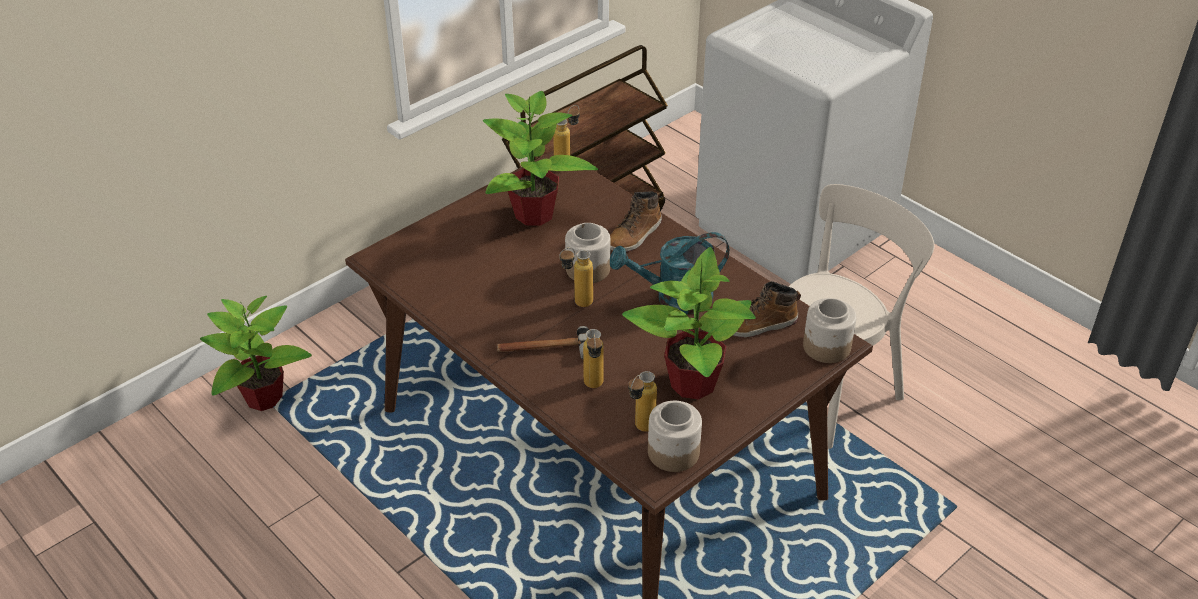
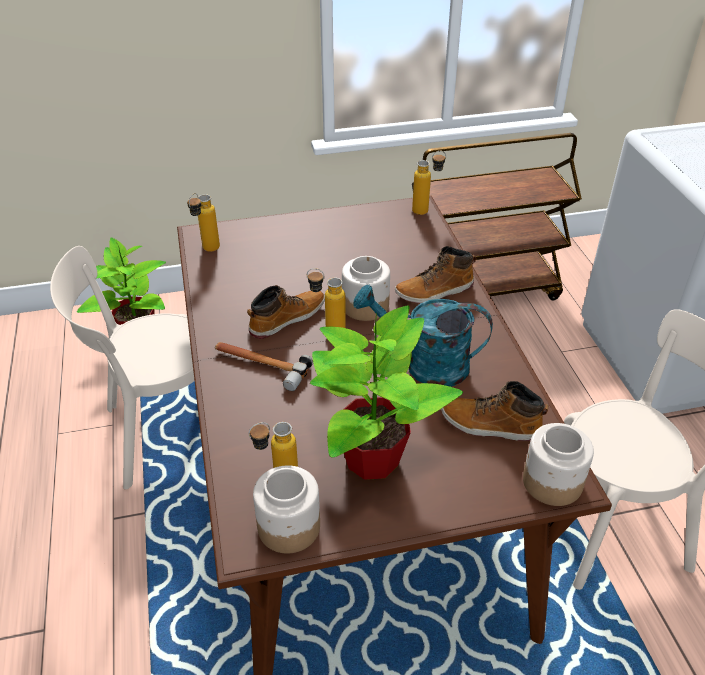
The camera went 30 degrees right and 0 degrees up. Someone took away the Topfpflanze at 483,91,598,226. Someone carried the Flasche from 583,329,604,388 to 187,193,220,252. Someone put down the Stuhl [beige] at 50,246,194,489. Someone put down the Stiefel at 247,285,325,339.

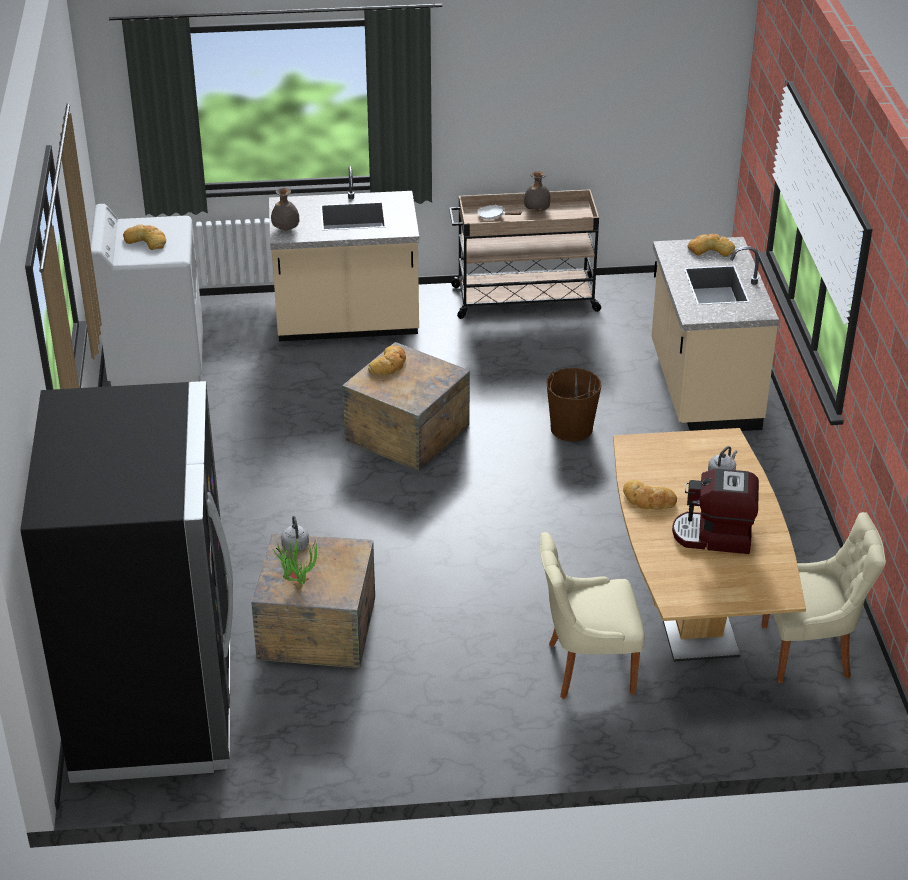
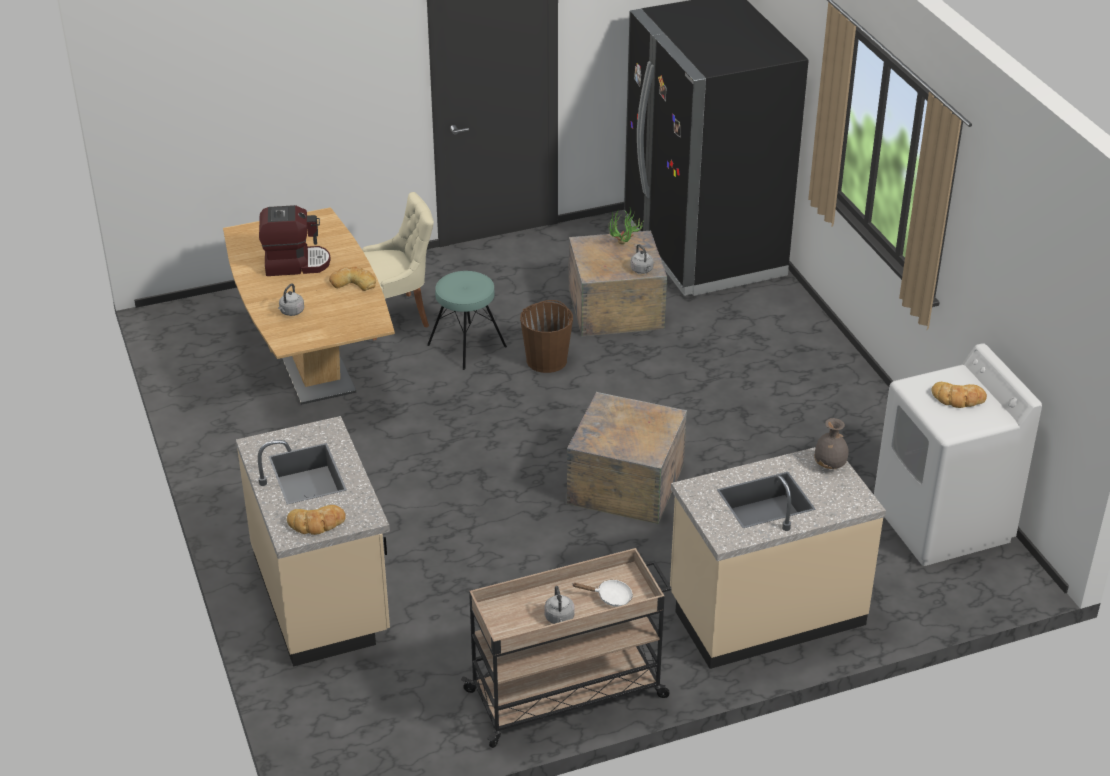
The camera went 165 degrees right and 0 degrees up. Someone swapped the Vase [grau] at 524,171,550,212 for the Wasserkessel [grau] at 544,586,575,624. Someone took away the Brot at 368,345,406,375. Someone carried the Eimer [braun] from 546,368,602,441 to 520,300,573,373. Someone took away the Stuhl [beige] at 761,512,886,683. Someone put down the Hocker [türkis] at 427,271,507,370.

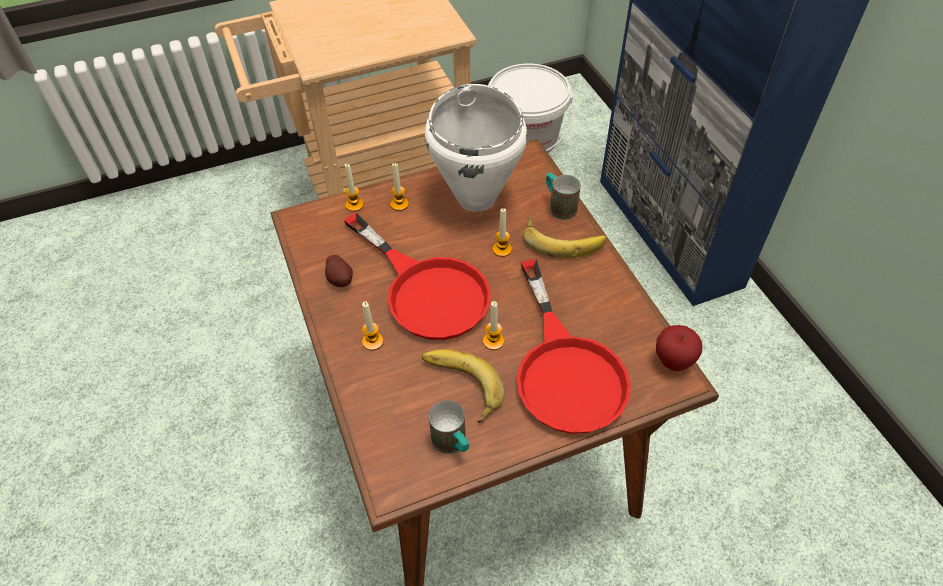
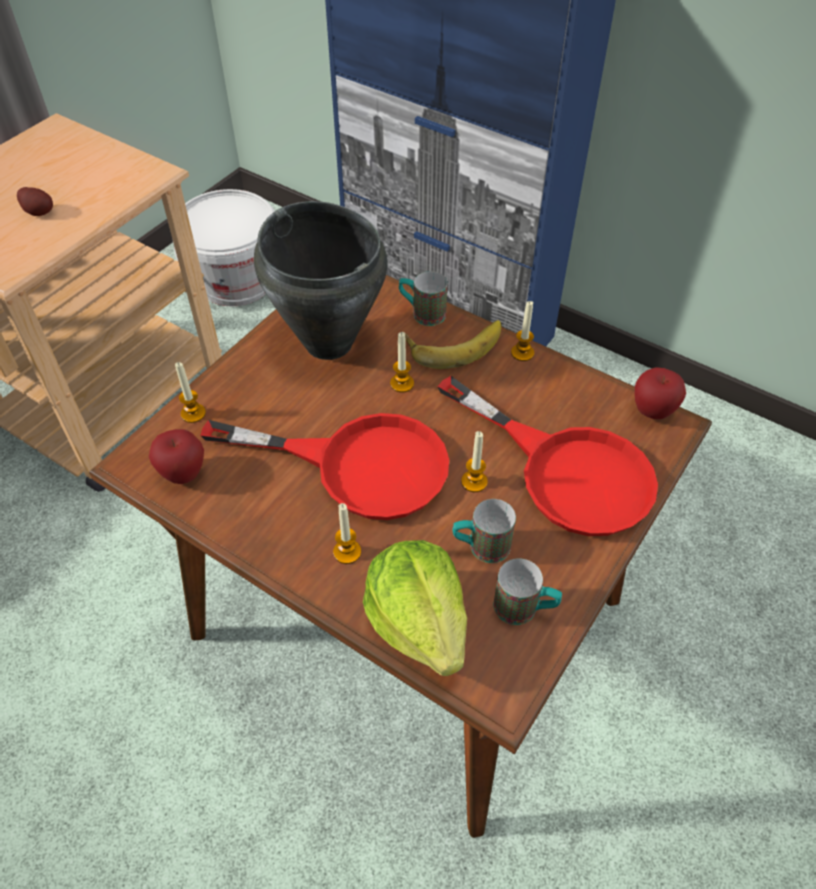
The camera went 35 degrees left and 0 degrees up. Someone repainted the Kochtopf [weiß] at 425,84,527,212, which became the Kochtopf [schwarz] at 254,201,388,360. Someone carried the Kerze from 390,163,409,211 to 511,301,534,361. Someone carried the Kartoffel from 325,255,353,287 to 17,187,53,216. Someone swapped the Banane at 422,349,505,423 for the Henkelbecher at 453,499,516,563. Someone put down the Apfel at 149,429,204,484. Someone put down the Salatkopf at 363,540,467,676.

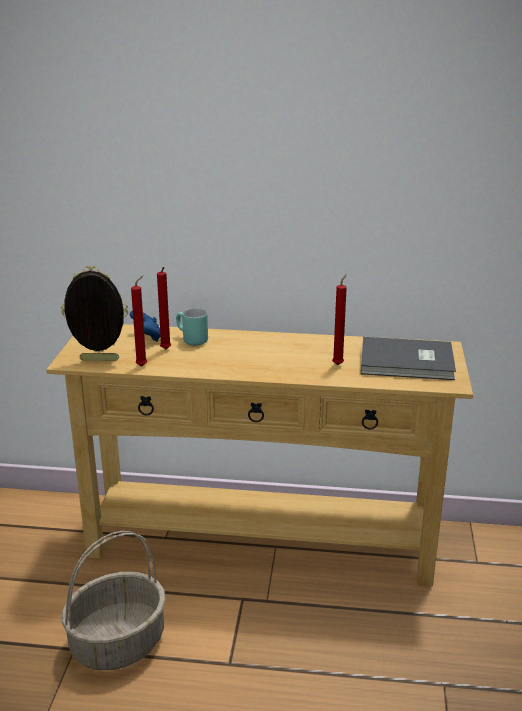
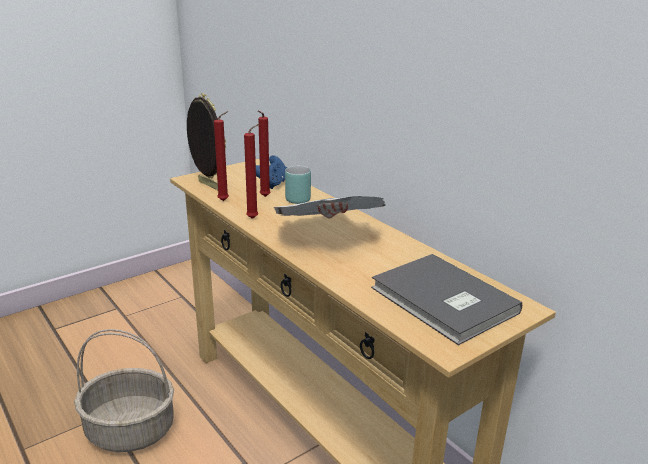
The camera went 45 degrees right and 0 degrees up. Someone carried the Kerze [rot] from 332,274,347,365 to 244,123,260,219. Someone put down the Zeitung at 273,196,386,219.

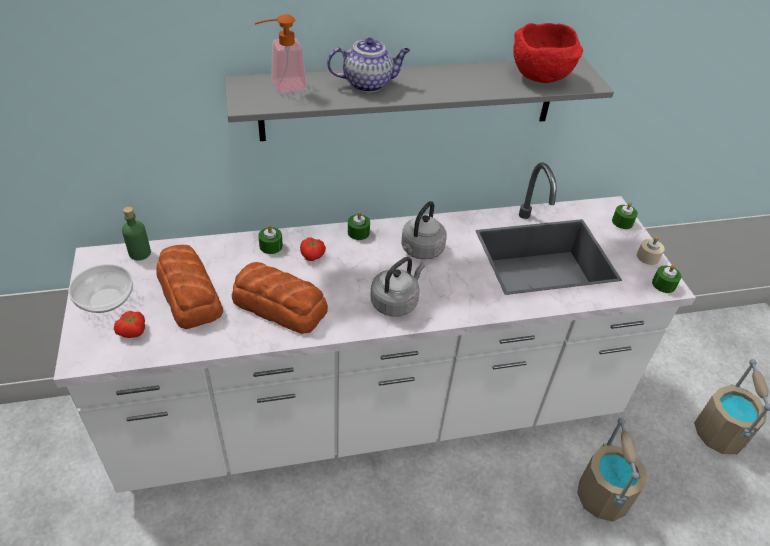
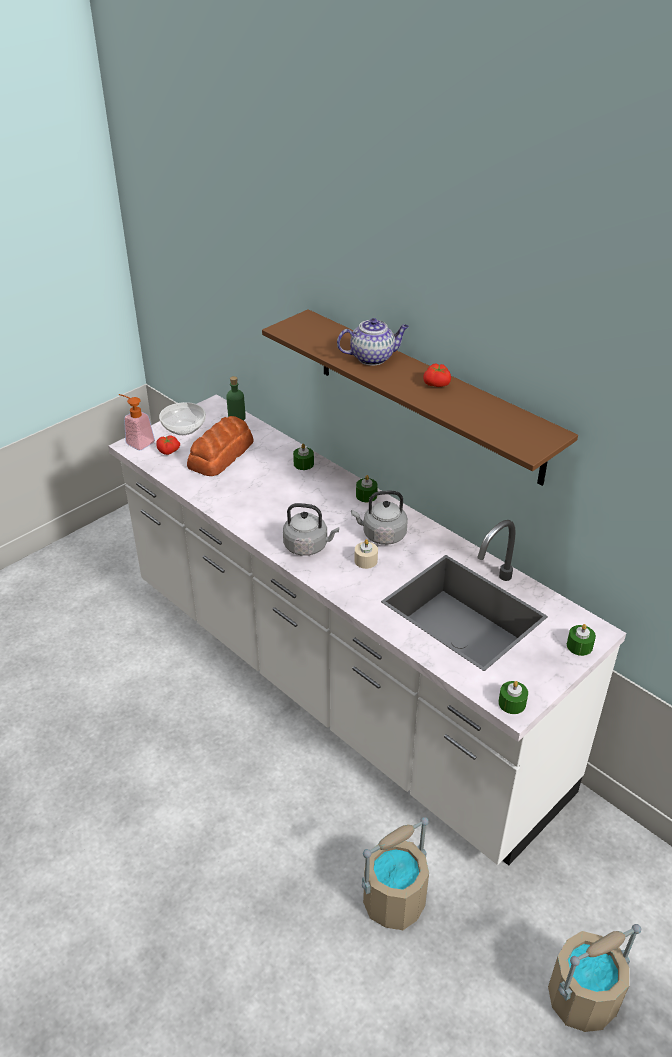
The camera went 60 degrees right and 5 degrees down. Someone carried the Seifenspender from 254,14,307,94 to 119,394,155,450. Someone took away the Schüssel [rot] at 513,23,583,83. Someone rotated the Teekanne at 327,38,410,92 by 60 degrees counterclockwise. Someone repainted the Wandregal [grau] at 224,57,614,141, which became the Wandregal [braun] at 262,309,578,486. Someone carried the Tomate from 300,237,326,261 to 423,363,451,387. Someone carried the Kerze [beige] from 637,237,665,265 to 354,539,378,569. Someone took away the Brot at 232,262,328,334.

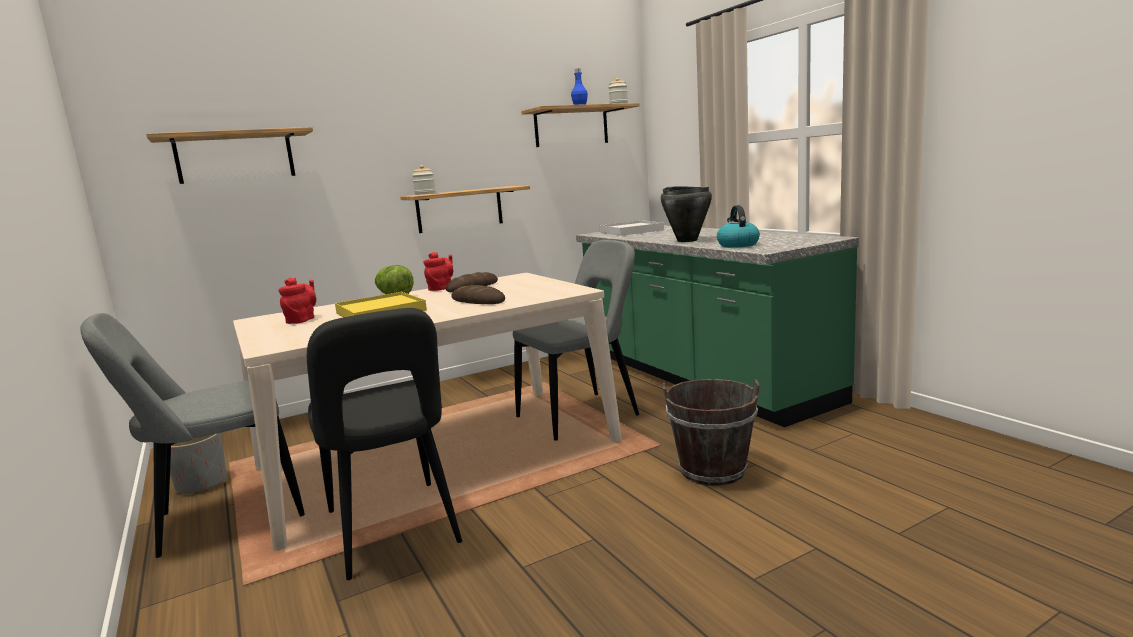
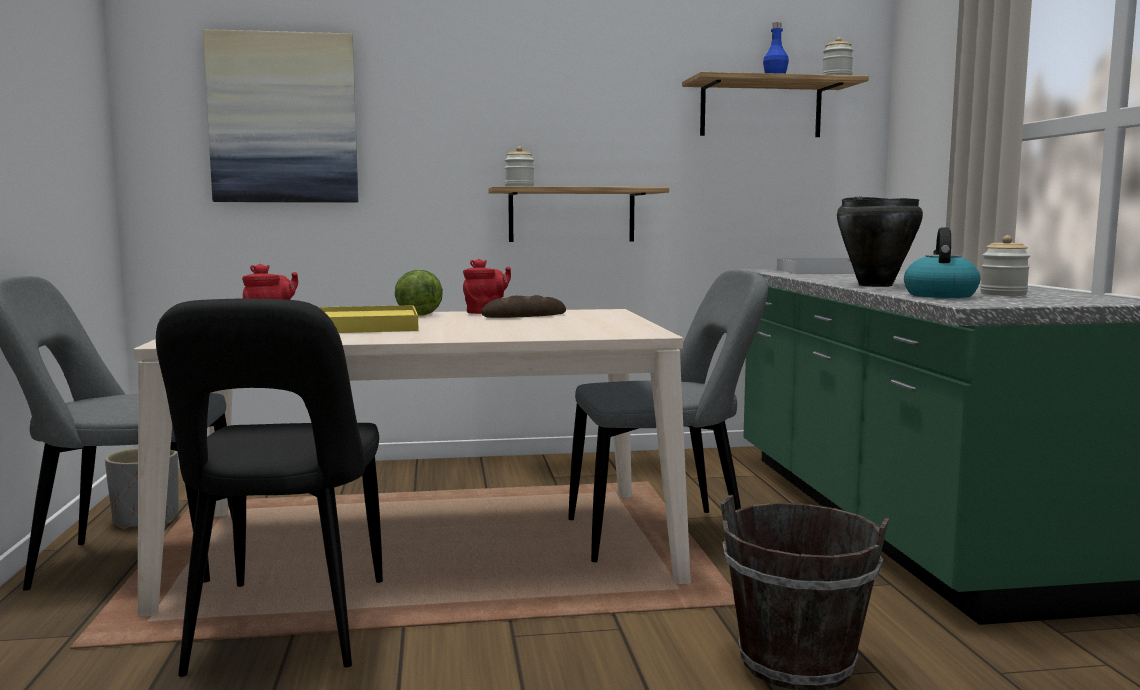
The camera went 20 degrees right and 5 degrees down. Someone swapped the Wandregal at 146,127,313,184 for the Bild at 203,29,358,203. Someone took away the Brot at 451,285,505,304. Someone put down the Vorratsglas at 980,235,1030,296.

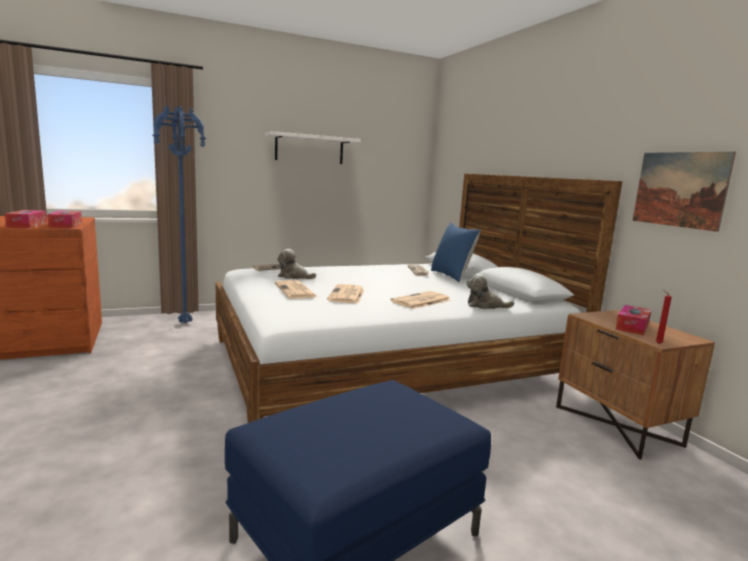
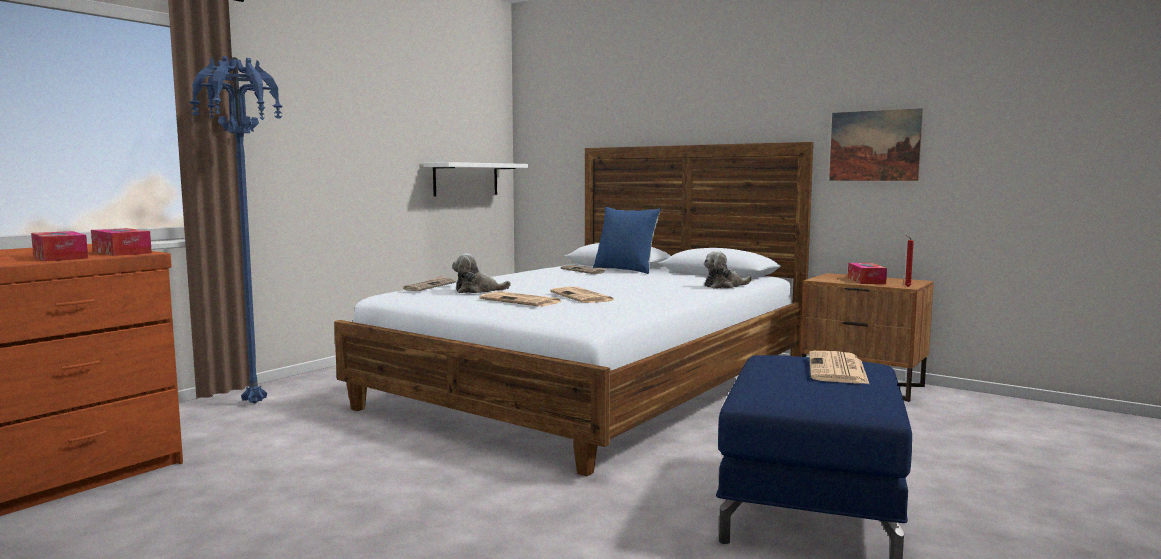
The camera went 30 degrees left and 5 degrees down. Someone carried the Wandregal [weiß] from 266,131,361,164 to 423,162,528,197. Someone carried the Zeitung from 390,291,451,309 to 809,351,869,384.

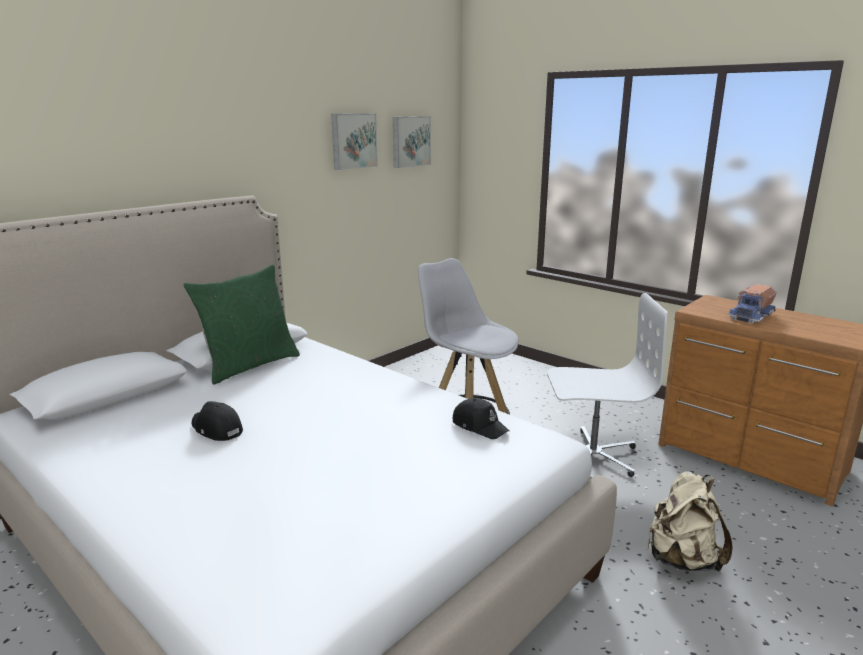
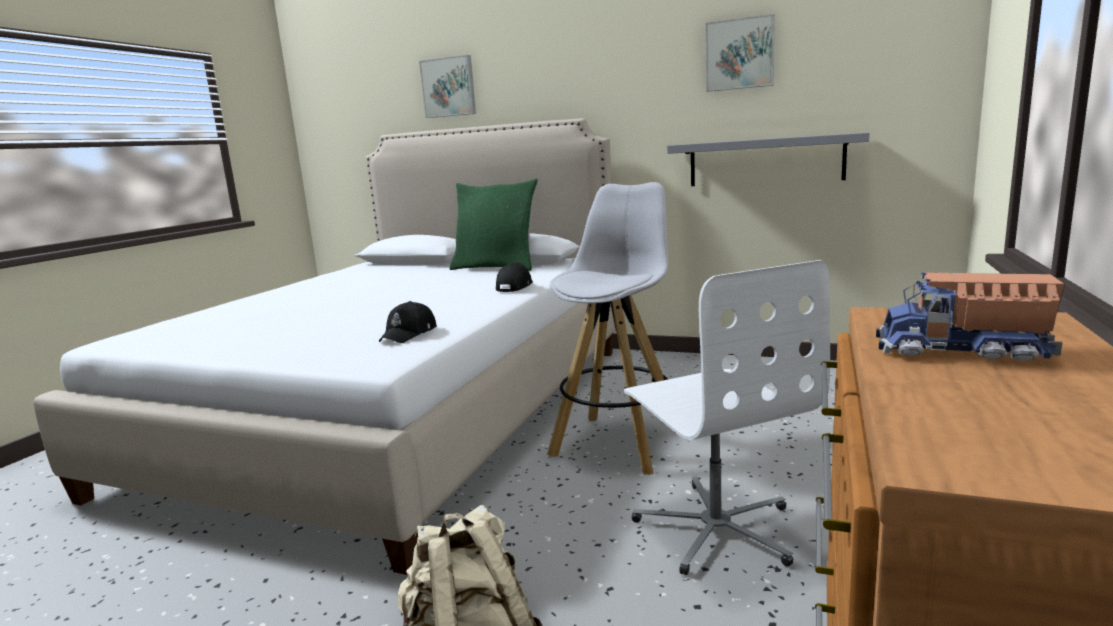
The camera went 70 degrees right and 5 degrees down. Someone carried the Bild from 393,116,431,168 to 419,55,476,118. Someone carried the Kappe [schwarz] from 192,401,243,441 to 496,262,533,292. Someone put up the Wandregal [grau] at 667,132,870,186.

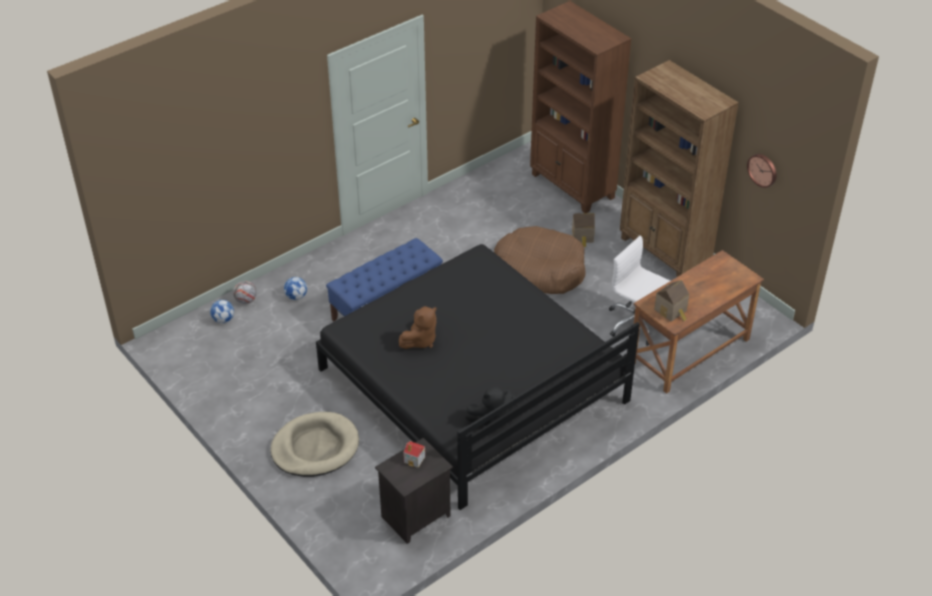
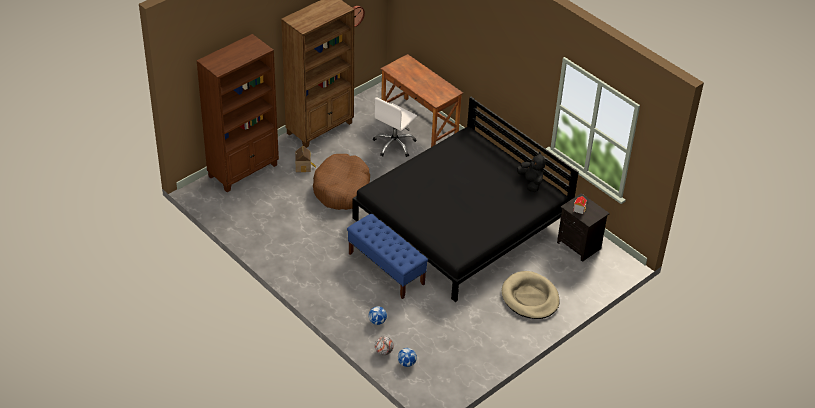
The camera went 95 degrees left and 0 degrees up. Someone took away the Spielzeughaus at 654,280,689,322. Someone took away the Plüschtier [braun] at 399,306,437,349.

